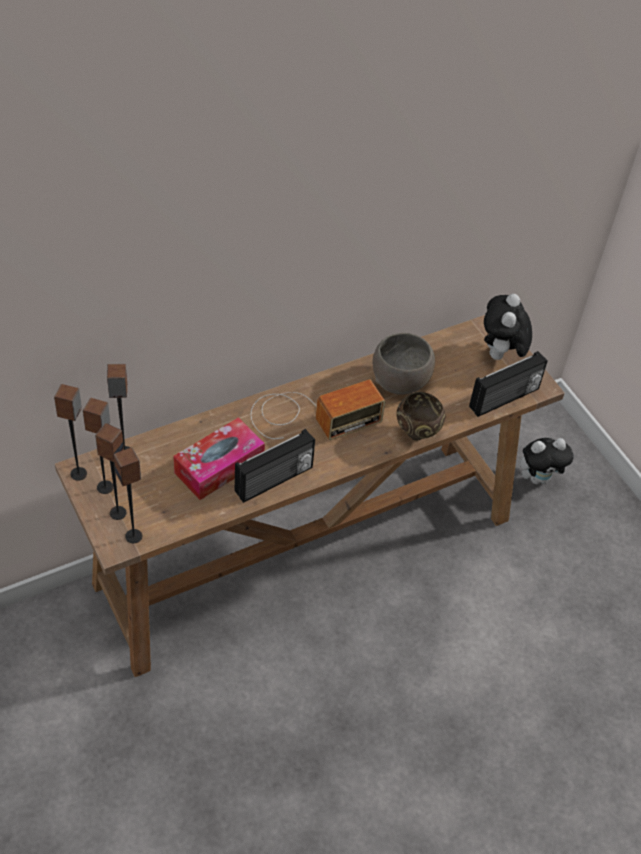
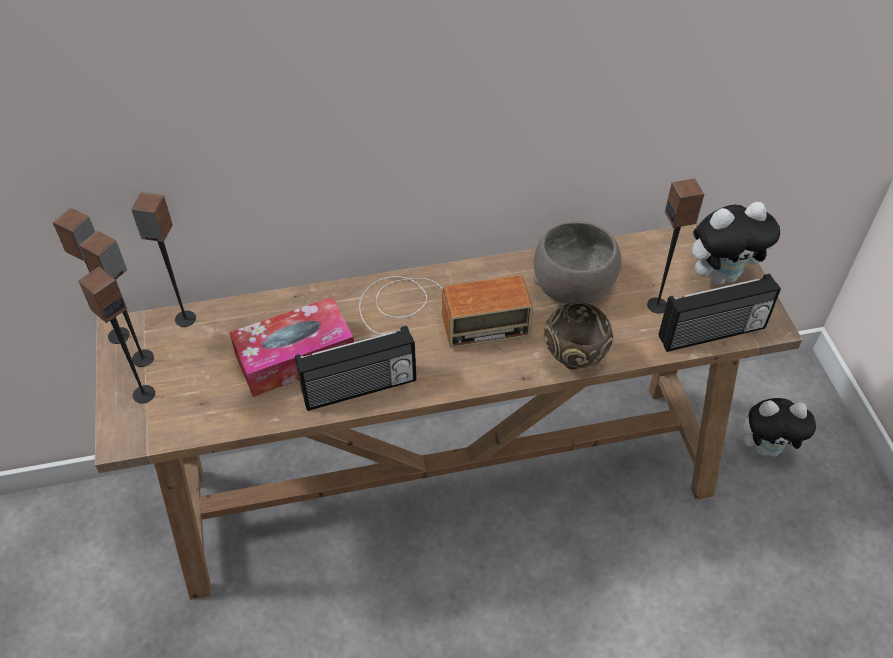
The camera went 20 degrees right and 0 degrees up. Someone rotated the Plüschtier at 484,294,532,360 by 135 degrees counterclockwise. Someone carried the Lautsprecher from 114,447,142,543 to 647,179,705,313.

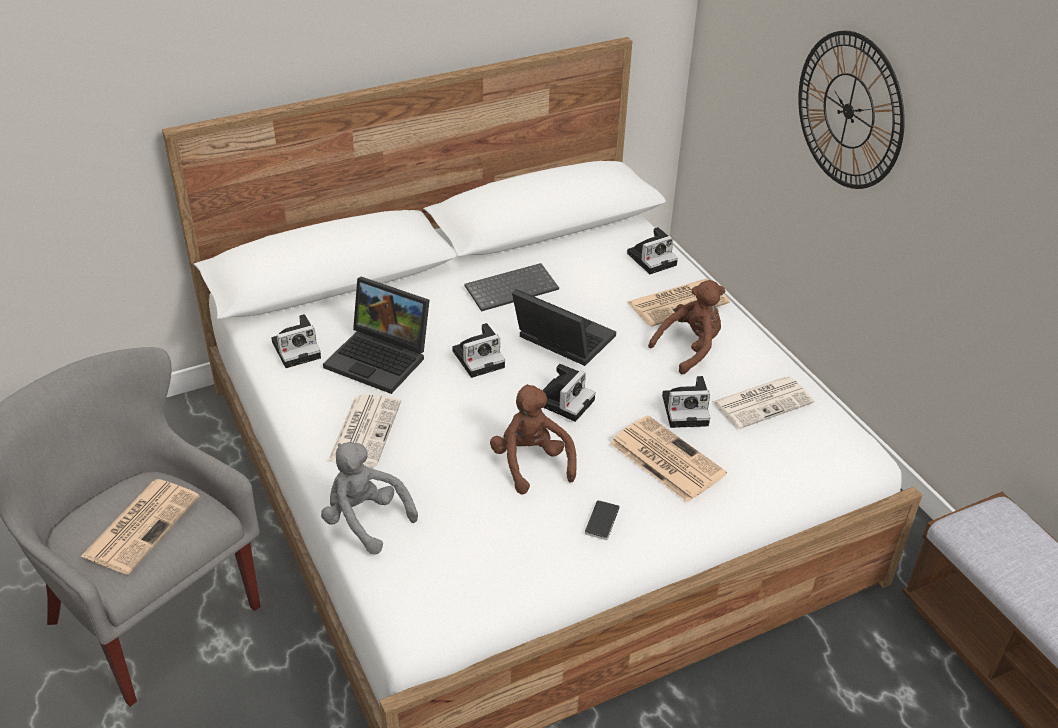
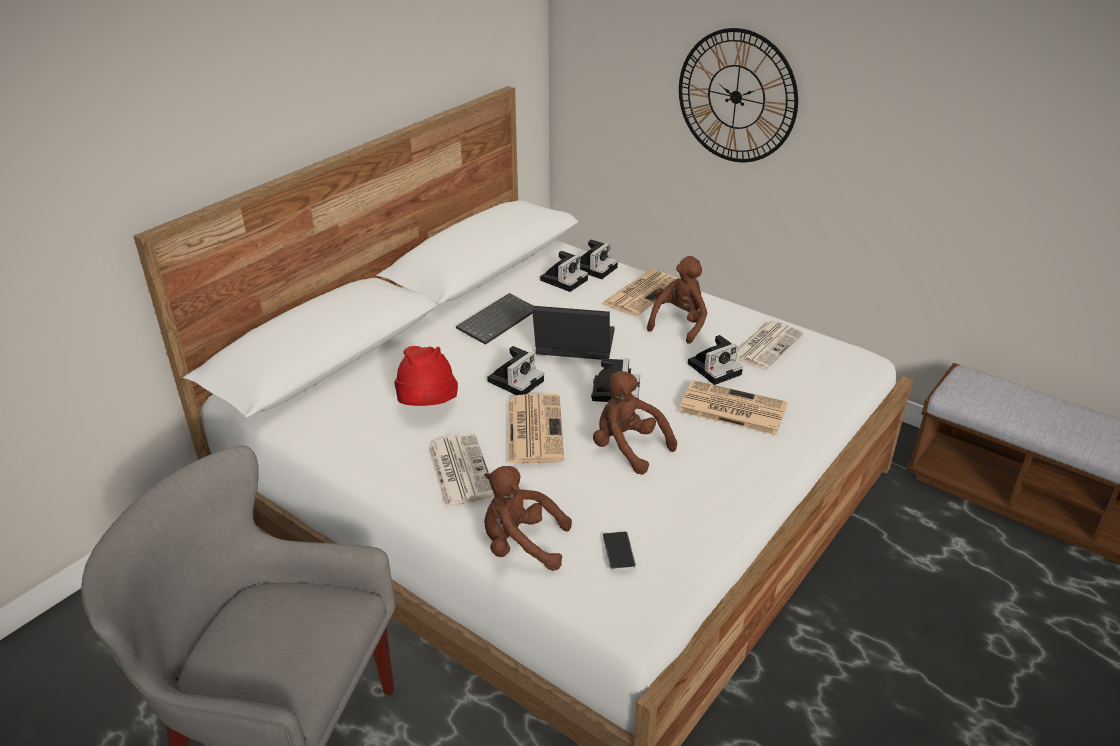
The camera went 25 degrees left and 5 degrees down. Someone swapped the Laptop at 323,277,430,394 for the Hut [rot] at 394,346,458,406. Someone carried the Kamera from 271,314,321,368 to 540,251,588,292. Someone repainted the Plüschtier [grau] at 321,442,418,555, which became the Plüschtier [braun] at 484,466,572,571. Someone carried the Zeitung from 80,479,199,575 to 508,394,564,464. Someone carried the Handy from 585,500,620,540 to 603,531,636,571.

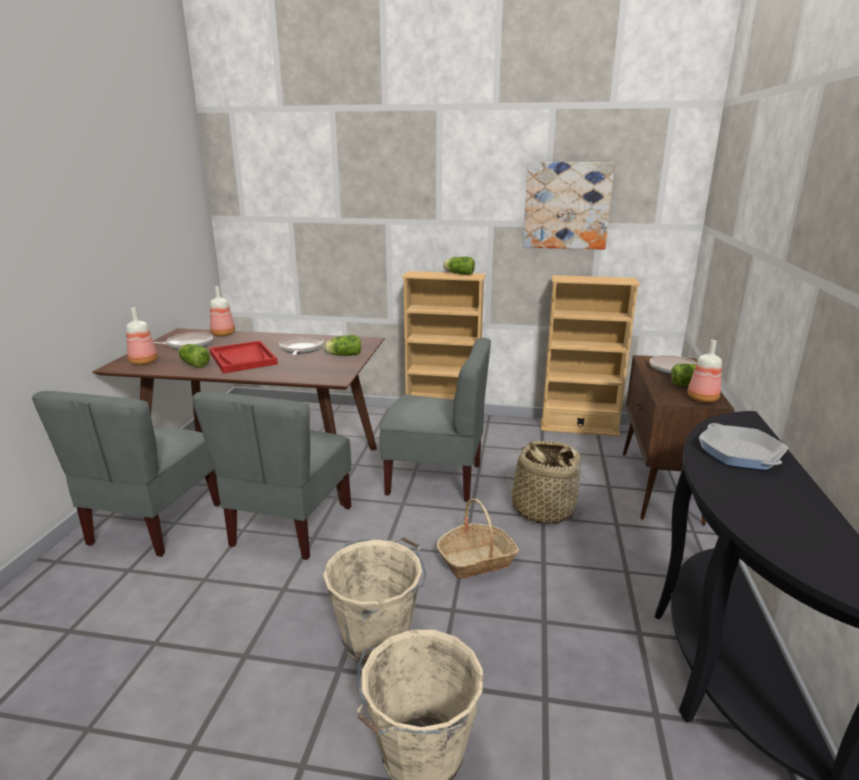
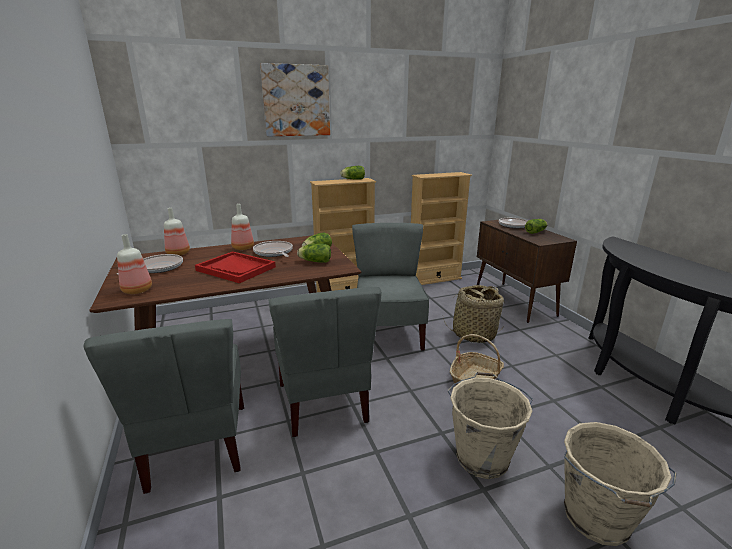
The camera went 30 degrees left and 0 degrees up. Someone carried the Bild from 523,162,615,250 to 260,63,330,136. Someone rotated the Stuhl [grau] at 380,338,491,502 by 75 degrees counterclockwise. Someone carried the Flasche from 687,340,722,403 to 231,204,254,250. Someone carried the Salatkopf from 178,344,210,368 to 297,244,331,263. Someone took away the Pfanne at 699,423,788,470.

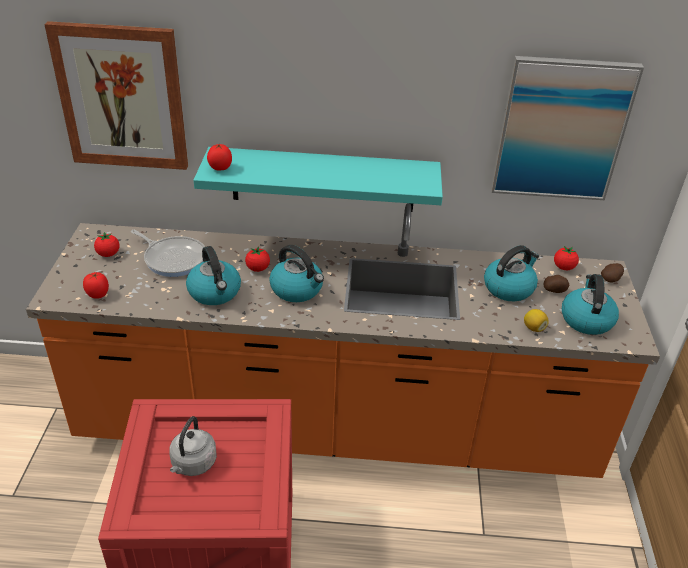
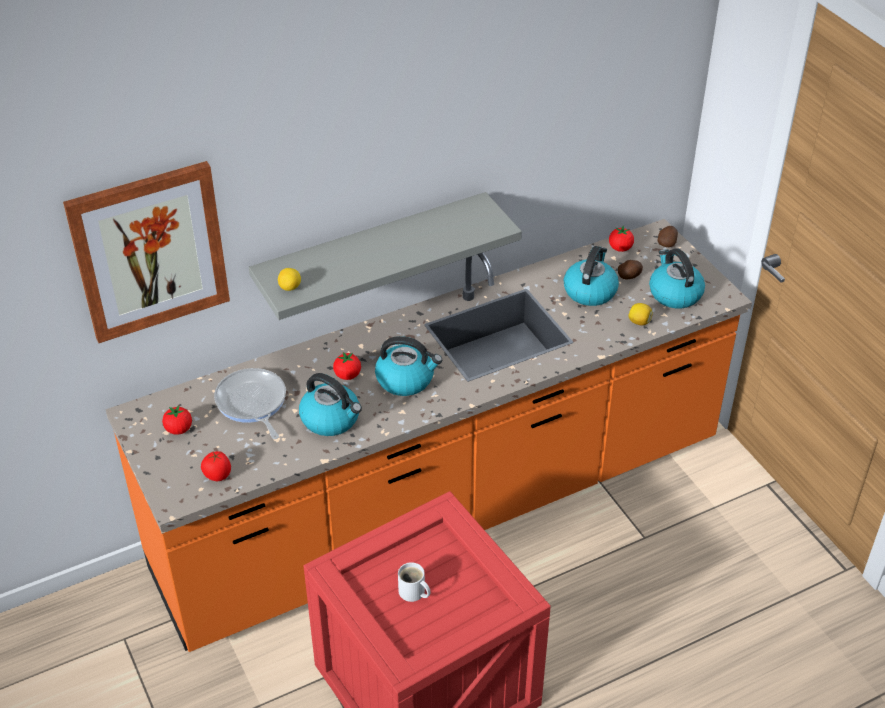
The camera went 30 degrees left and 5 degrees up. Someone took away the Bild at 491,56,644,200. Someone swapped the Tomate at 207,144,232,171 for the Zitrone at 278,268,301,291. Someone repainted the Wandregal [türkis] at 193,147,443,212, which became the Wandregal [grau] at 249,192,522,320. Someone rotated the Pfanne at 131,230,205,277 by 120 degrees counterclockwise. Someone swapped the Wasserkessel [grau] at 169,416,217,476 for the Henkelbecher [weiß] at 398,562,431,602.

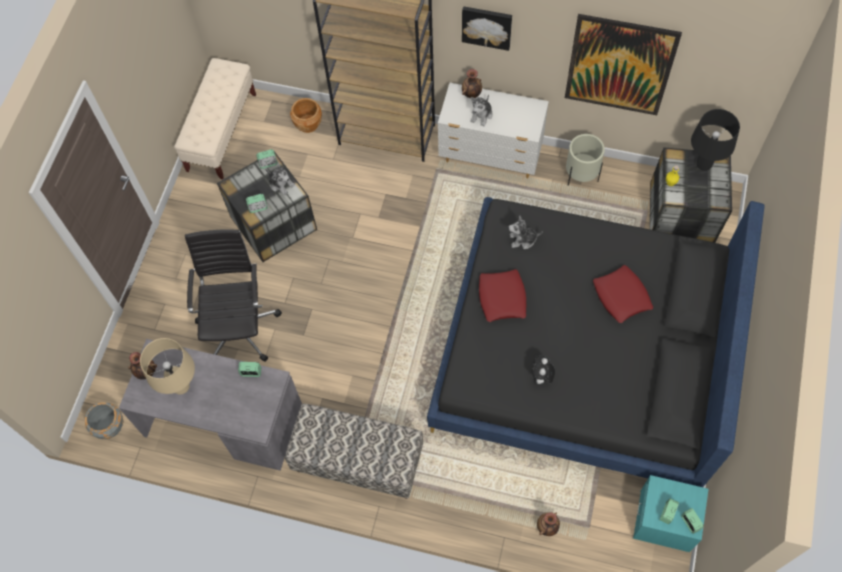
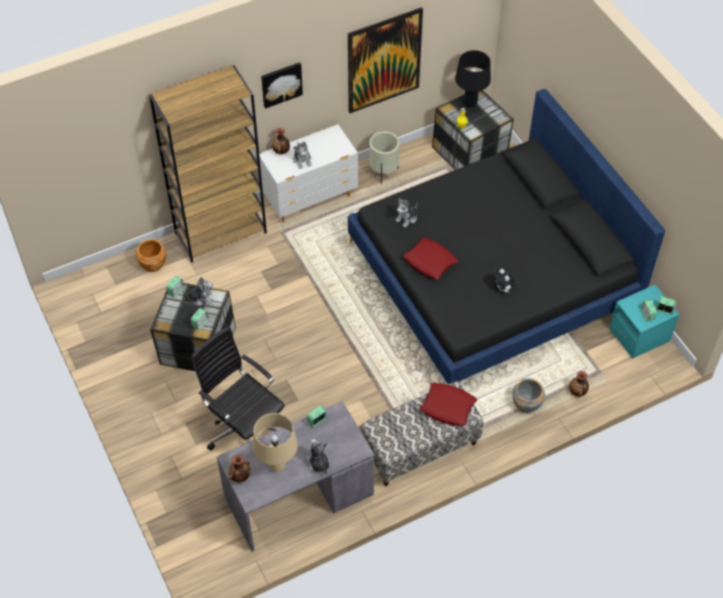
The camera went 45 degrees left and 10 degrees down. Someone took away the Bank [beige] at 174,58,256,179. Someone carried the Kissen [rot] from 593,265,653,323 to 420,383,477,426. Someone carried the Pflanzkübel [grau] from 85,402,124,439 to 513,378,545,413. Someone put down the Plüschtier at 307,439,330,474.

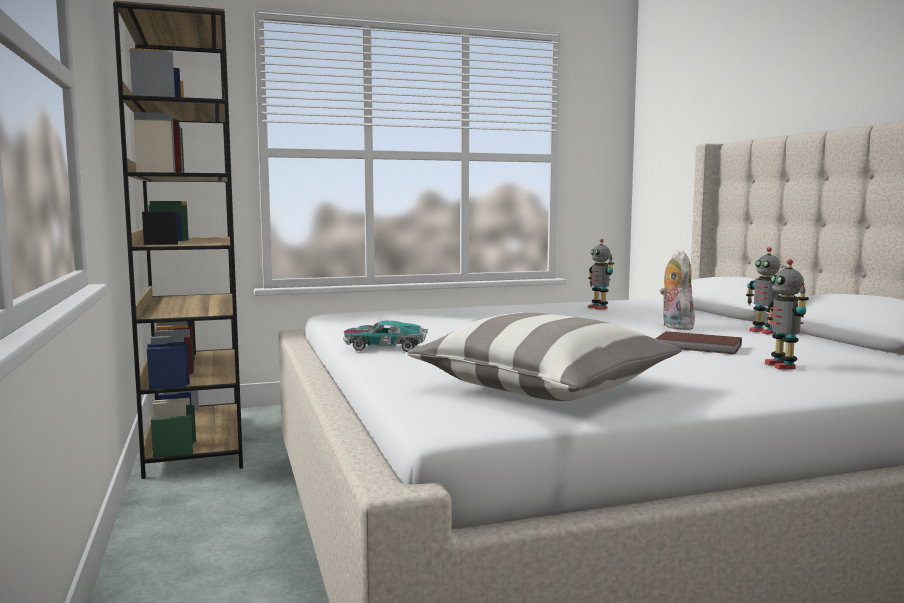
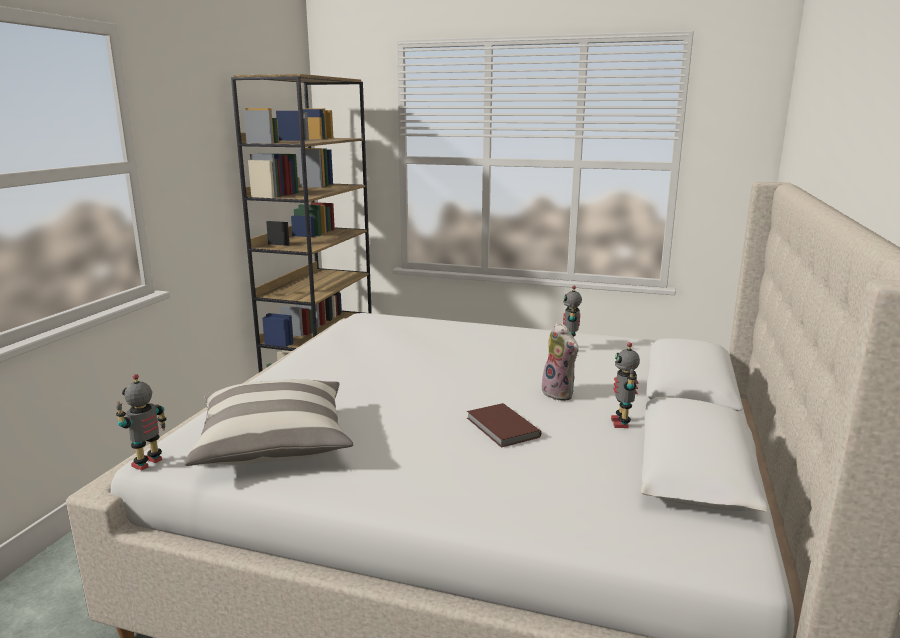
The camera went 35 degrees right and 10 degrees up. Someone rotated the Plüschtier at 660,251,697,330 by 120 degrees clockwise. Someone carried the Spielzeugroboter from 765,259,809,370 to 116,374,167,470. Someone took away the Spielzeugauto at 343,321,428,352.

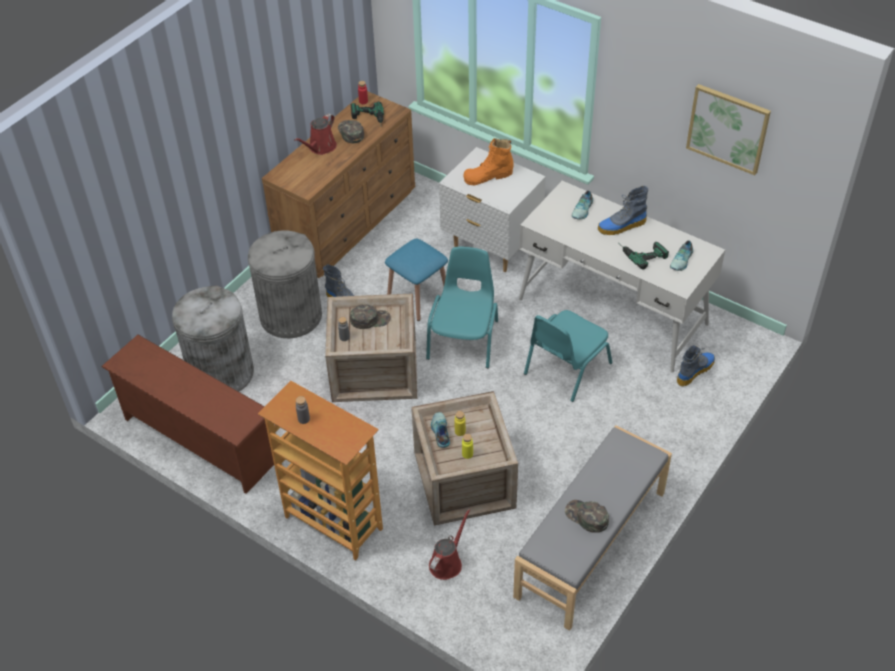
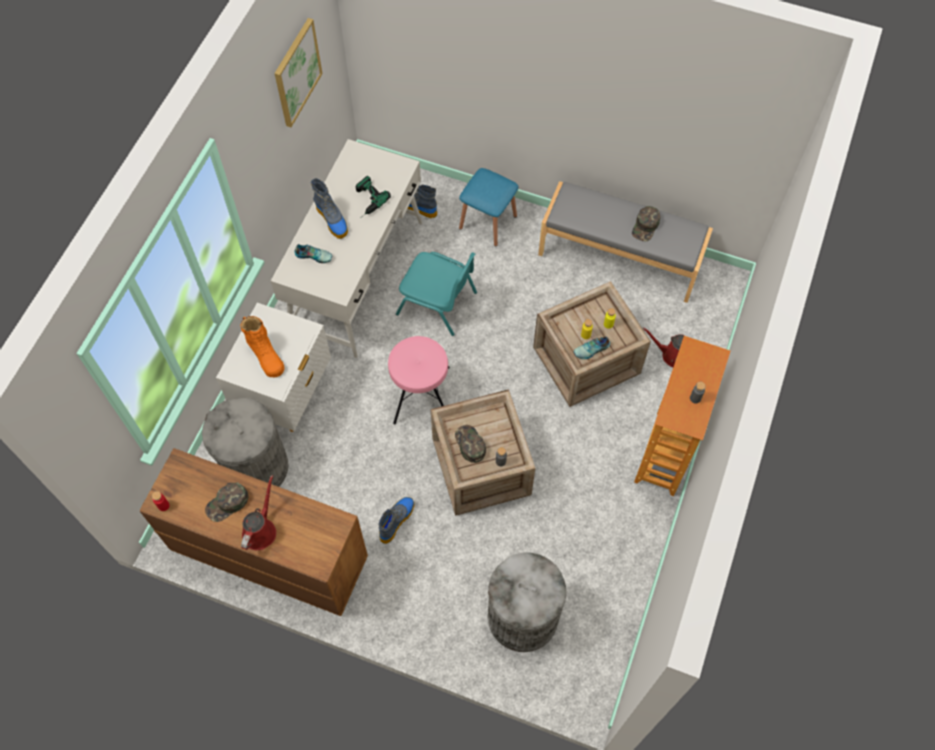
The camera went 105 degrees left and 15 degrees up. Someone took away the Bohrmaschine at 351,101,384,123. Someone rotated the Gießkanne [rot] at 294,113,337,155 by 90 degrees counterclockwise. Someone carried the Mülleimer [grau] from 248,230,322,338 to 202,398,288,487. Someone carried the Hocker [blau] from 385,239,448,321 to 459,168,519,246. Someone took away the Schuh at 670,241,693,271. Someone swapped the Stuhl [türkis] at 426,247,498,368 for the Hocker [rosa] at 388,336,450,424. Someone took away the Schuhregal [braun] at 101,335,274,494.

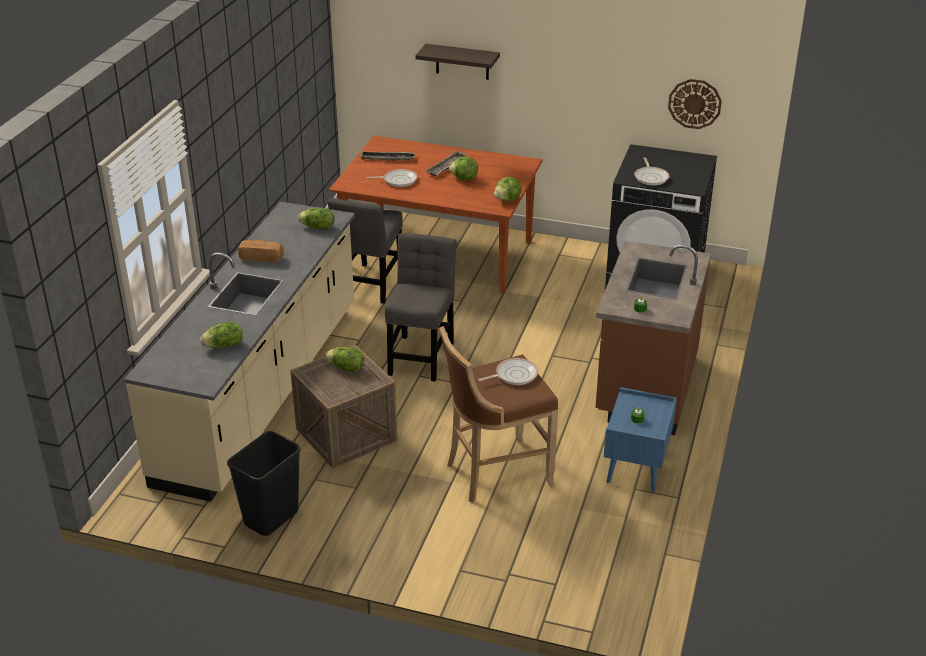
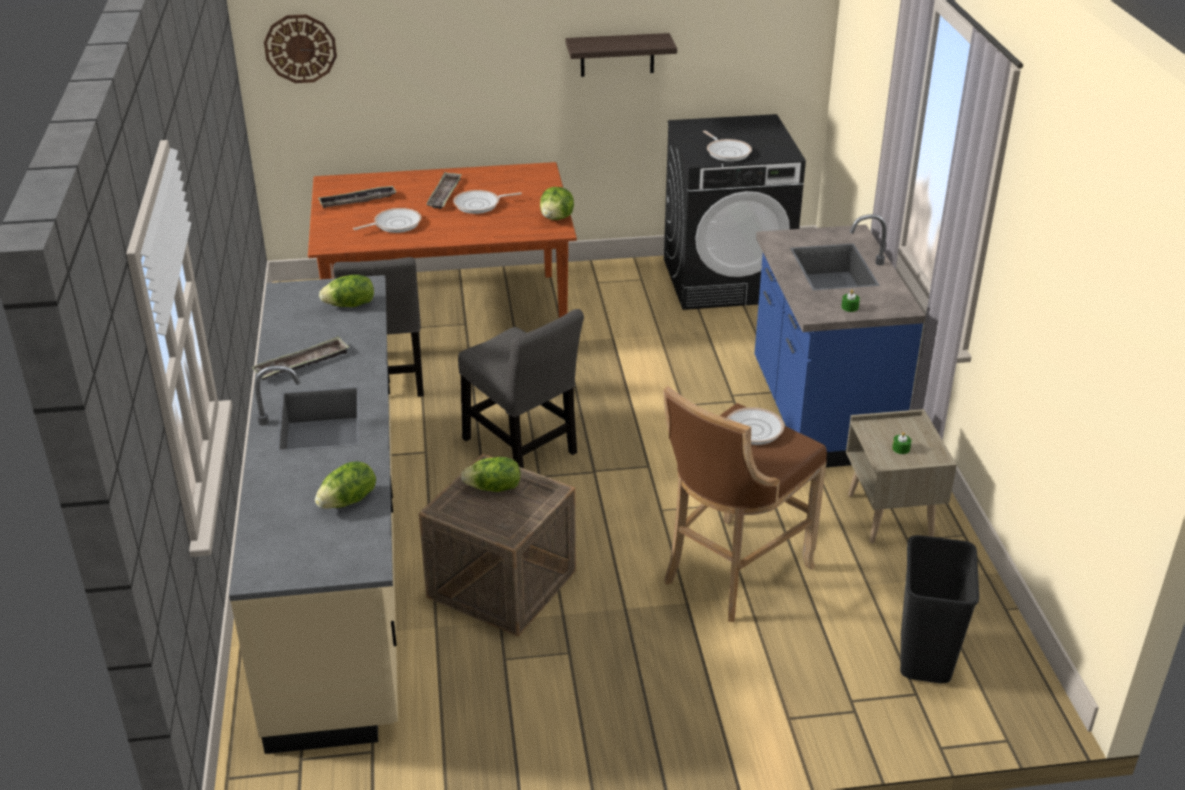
The camera went 25 degrees left and 0 degrees up. Someone carried the Wandregal from 415,44,500,80 to 566,33,677,77. Someone carried the Wanduhr from 668,79,722,129 to 264,14,337,83. Someone swapped the Salatkopf at 449,157,478,181 for the Pfanne at 453,190,522,214. Someone rotated the Stuhl [grau] at 385,233,457,382 by 150 degrees clockwise. Someone swapped the Brot at 238,240,284,262 for the Tablett at 252,336,349,380. Someone repainted the Küchenzeile [braun] at 596,240,711,435, which became the Küchenzeile [blau] at 755,214,925,467. Someone repainted the Nachttisch [blau] at 604,387,677,493, which became the Nachttisch [beige] at 846,409,957,543. Someone carried the Mülleimer [schwarz] from 227,431,301,536 to 900,535,979,683.

